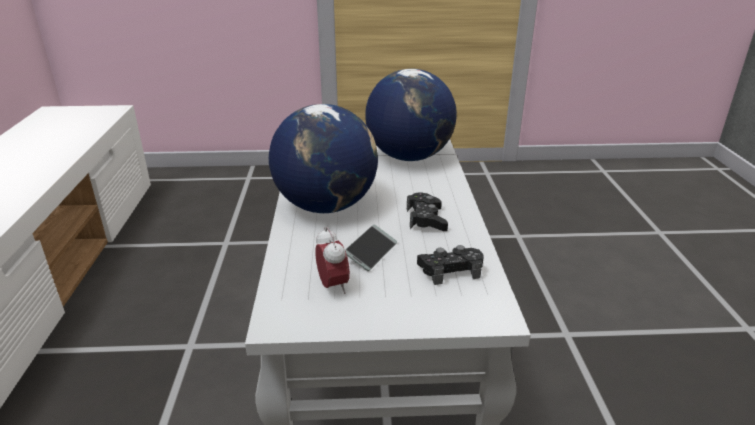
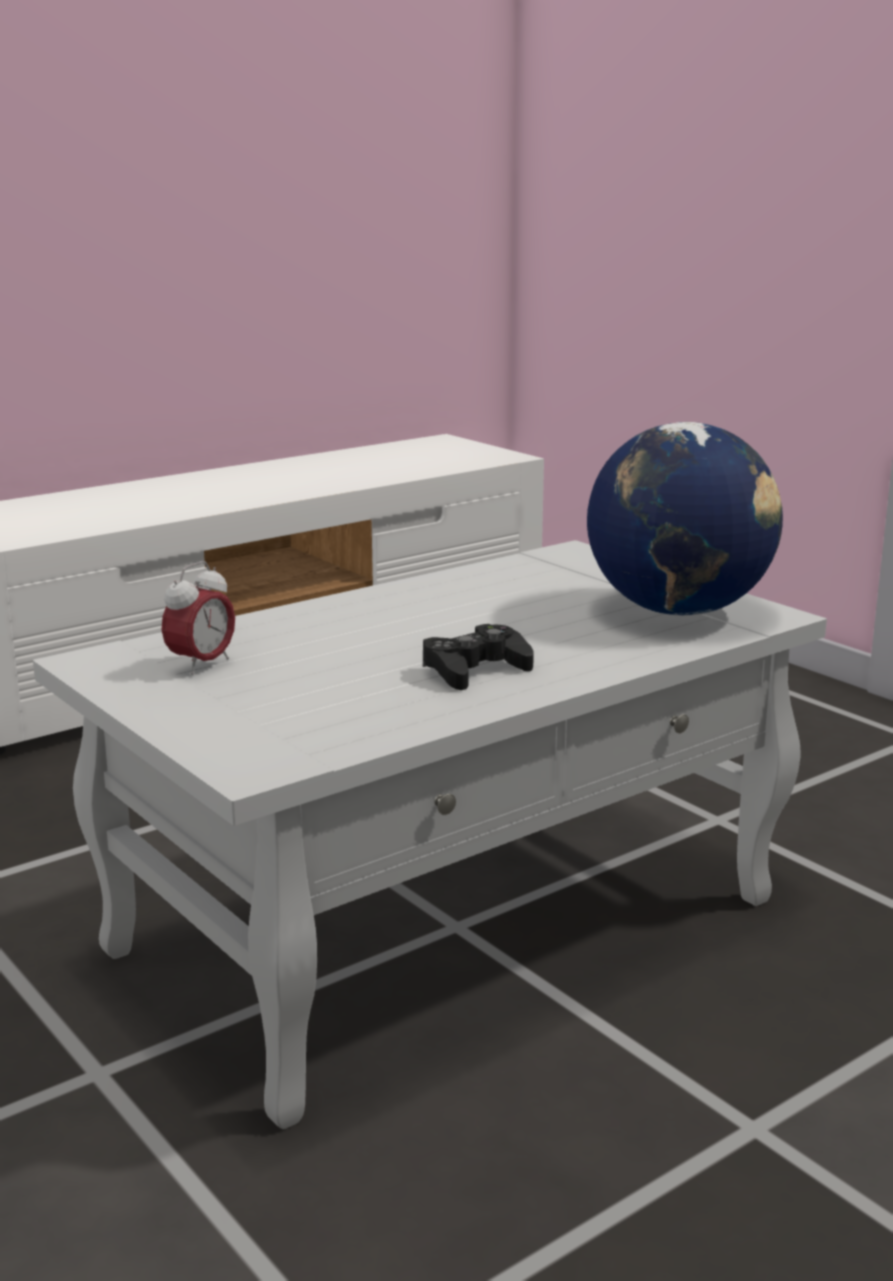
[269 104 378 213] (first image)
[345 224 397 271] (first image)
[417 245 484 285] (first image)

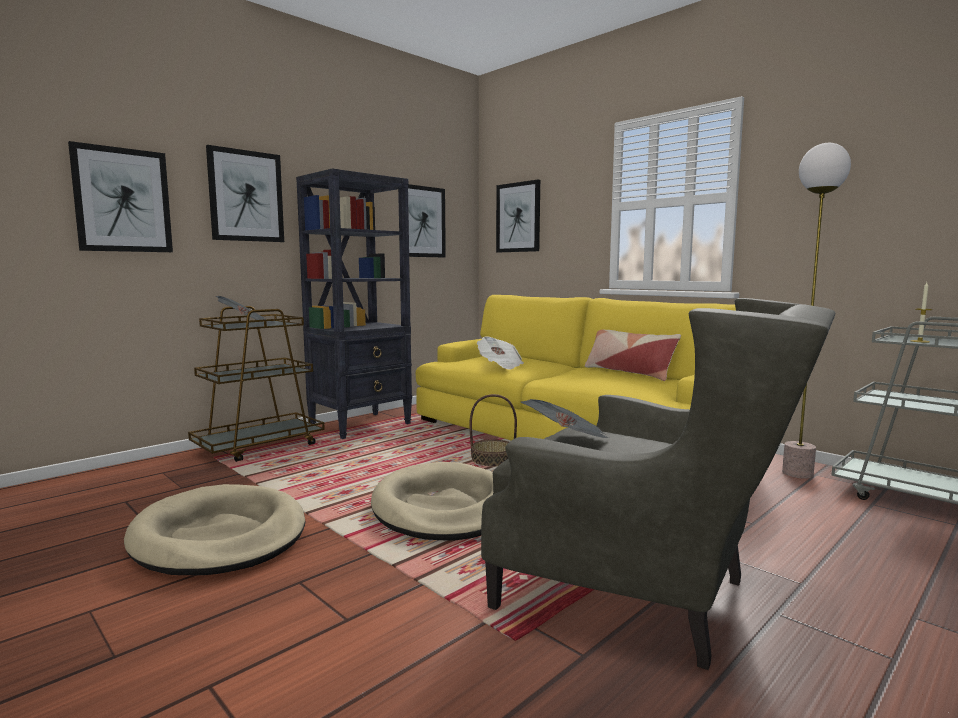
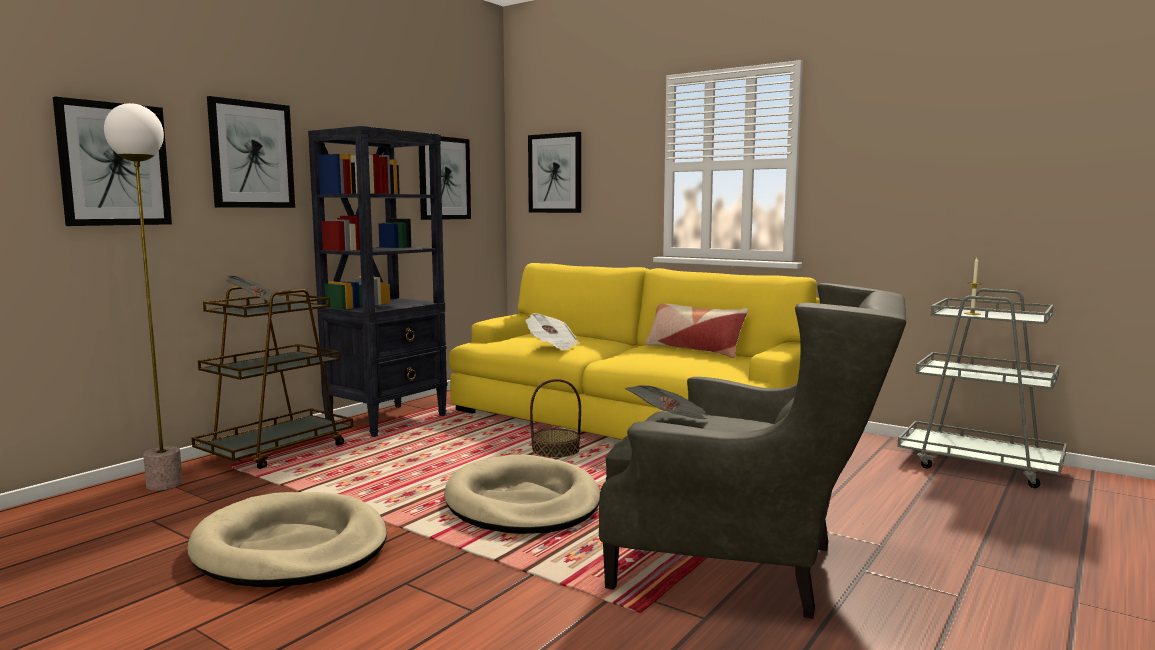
[104 103 183 491]

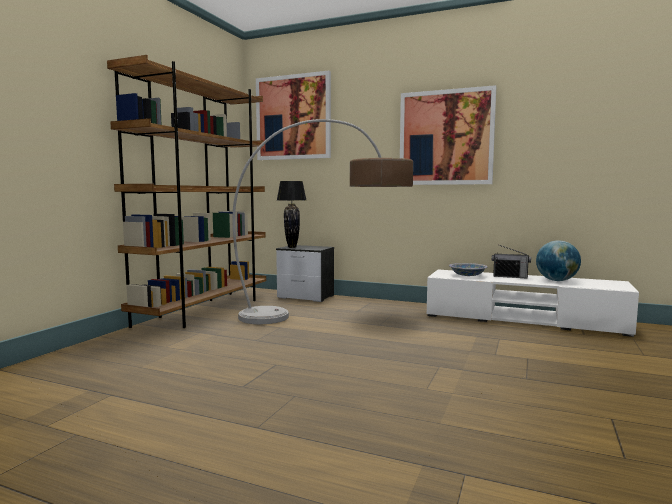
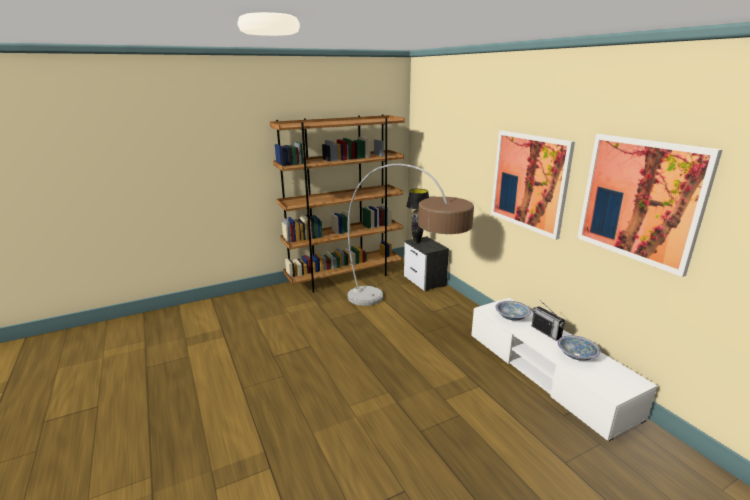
[557 335 600 361]
[577 134 722 277]

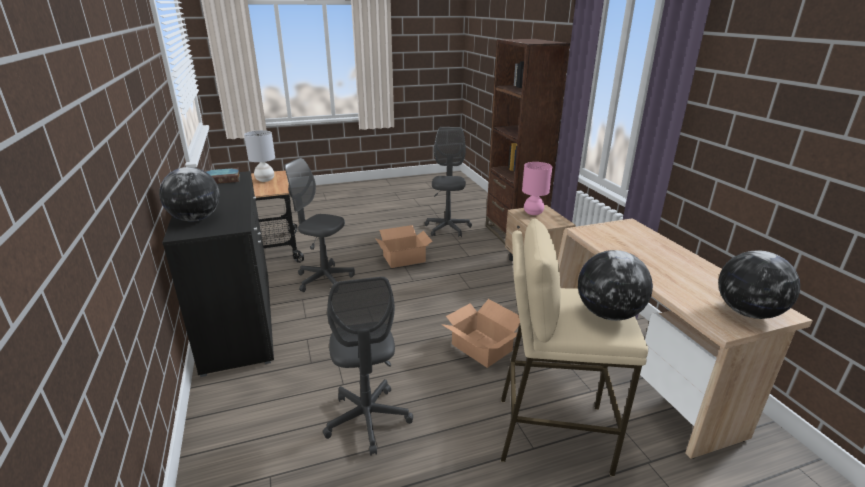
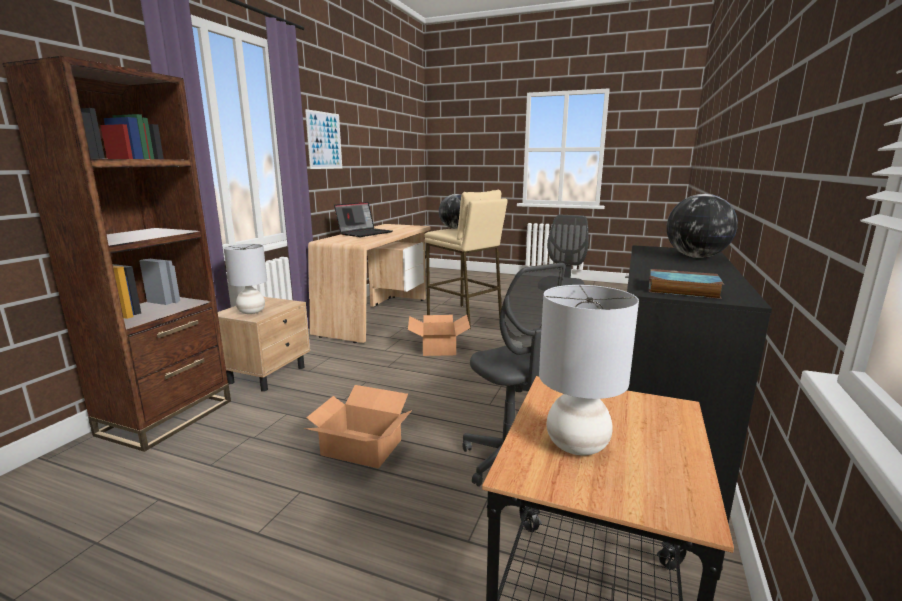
[224 244 267 314]
[305 109 342 169]
[334 202 392 237]
[425 127 472 237] (first image)
[718 251 800 319] (first image)

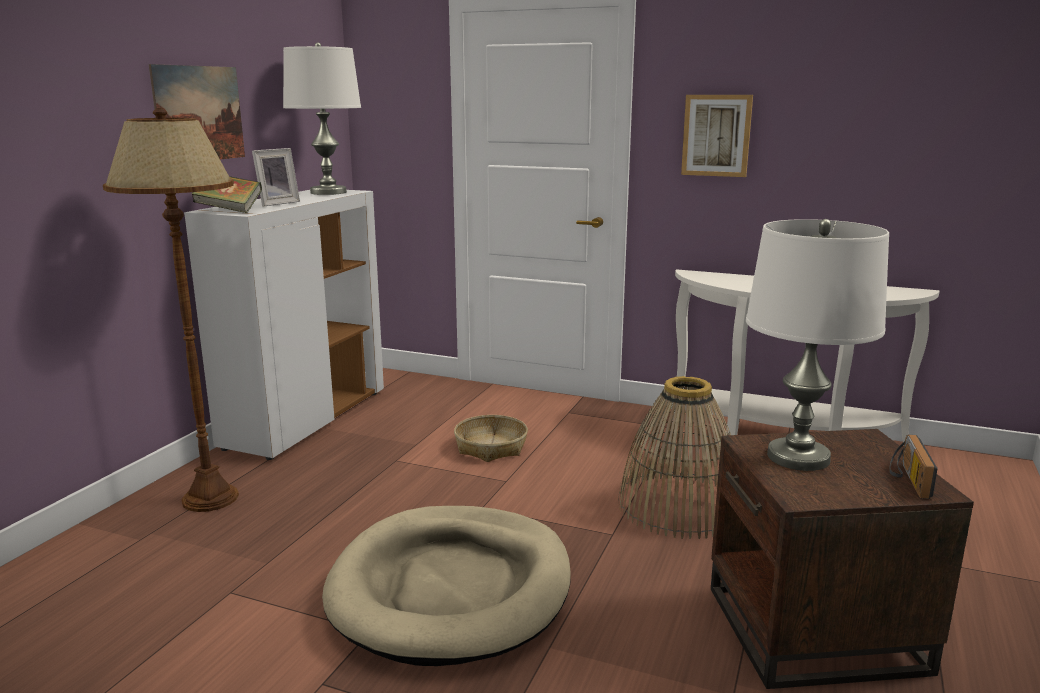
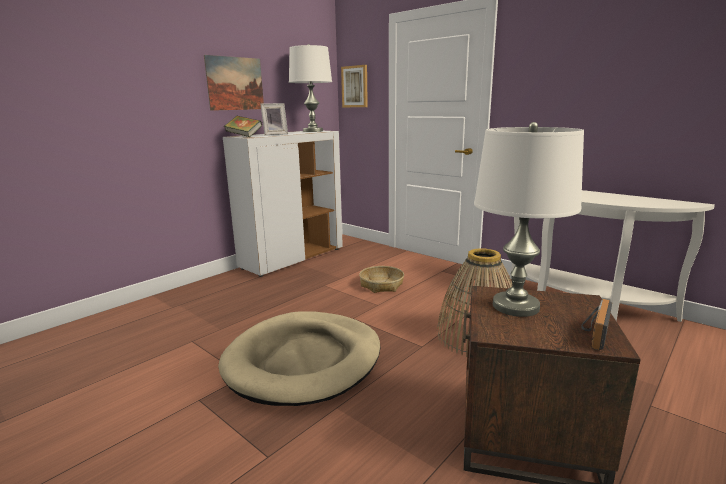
[341 65 368 107]
[103 108 239 512] (first image)

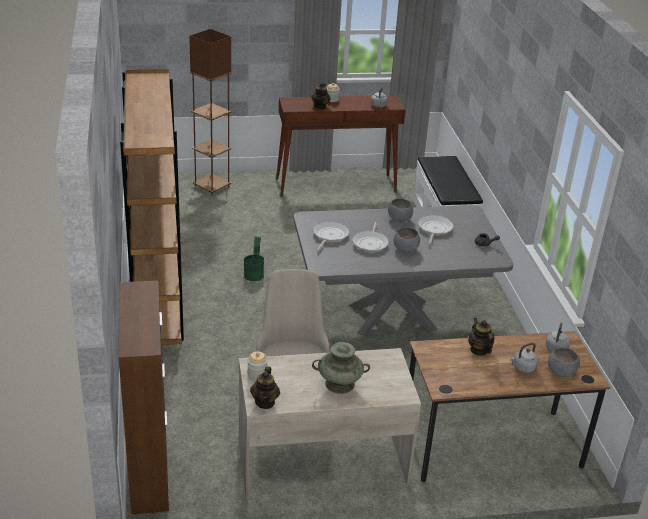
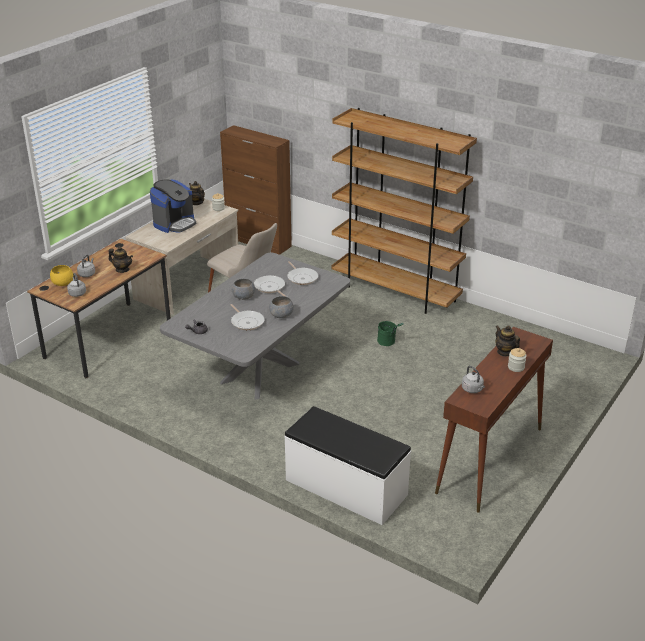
[50 265 73 286]
[150 179 196 233]
[189 29 231 196] (first image)

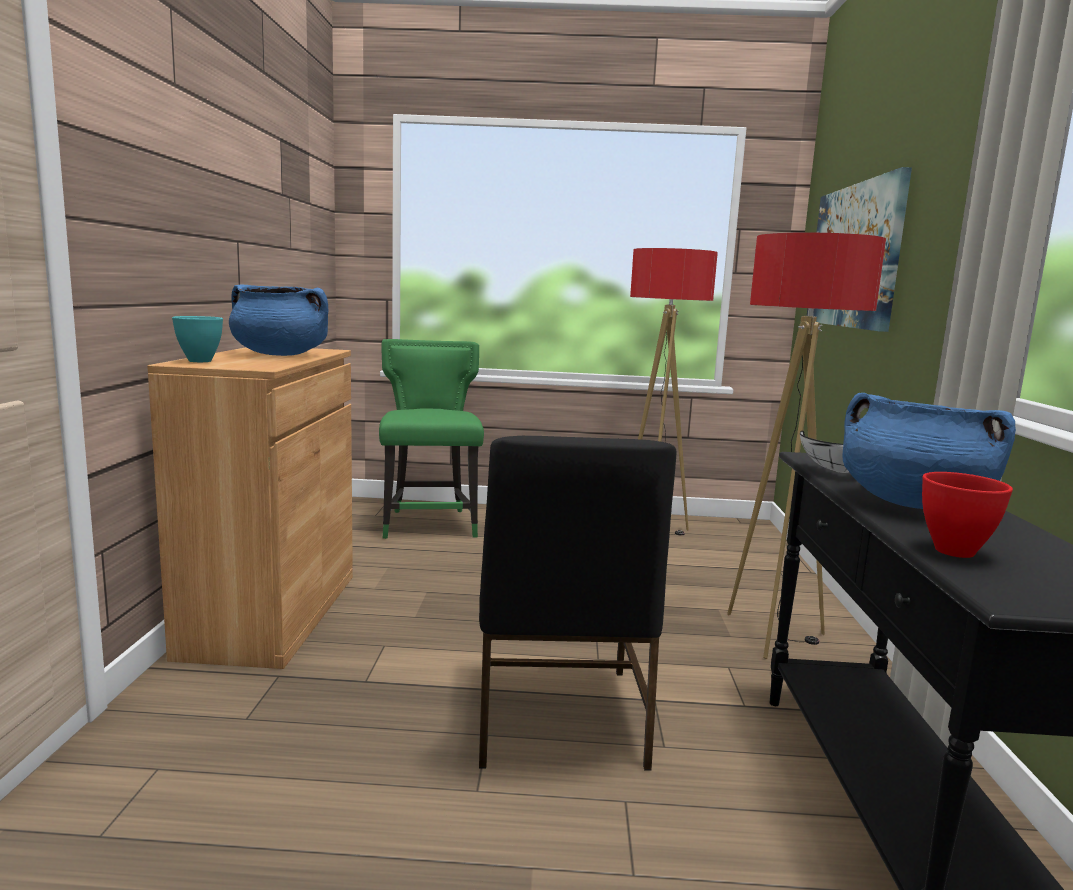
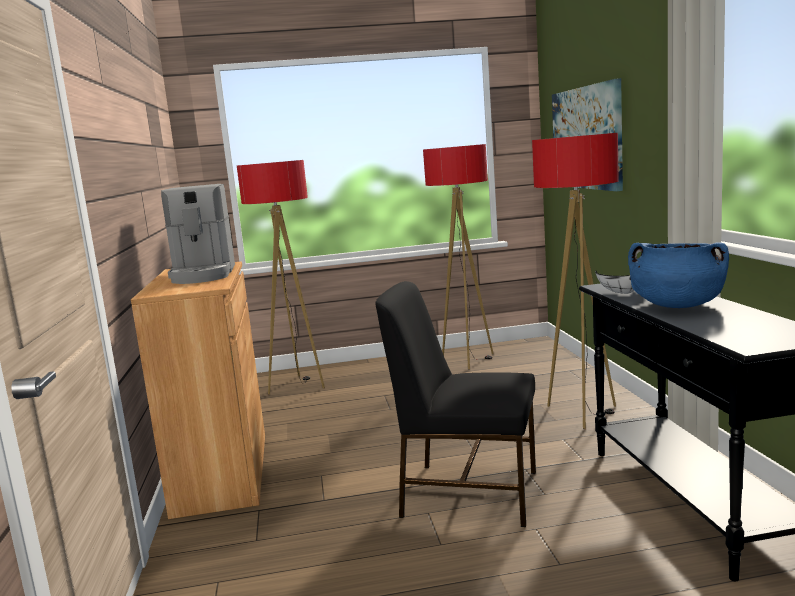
[161 184 235 284]
[237 160 325 395]
[375 281 536 527]
[172 316 223 362] (first image)
[922 472 1013 558] (first image)

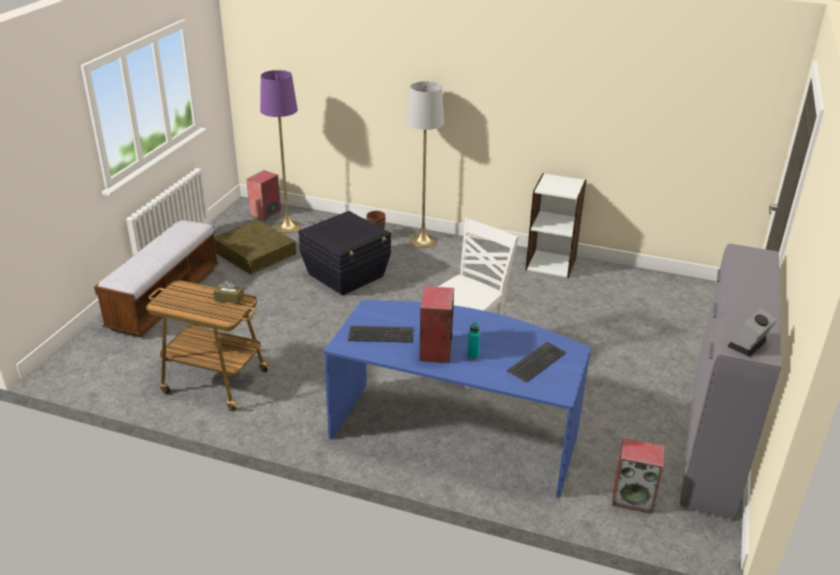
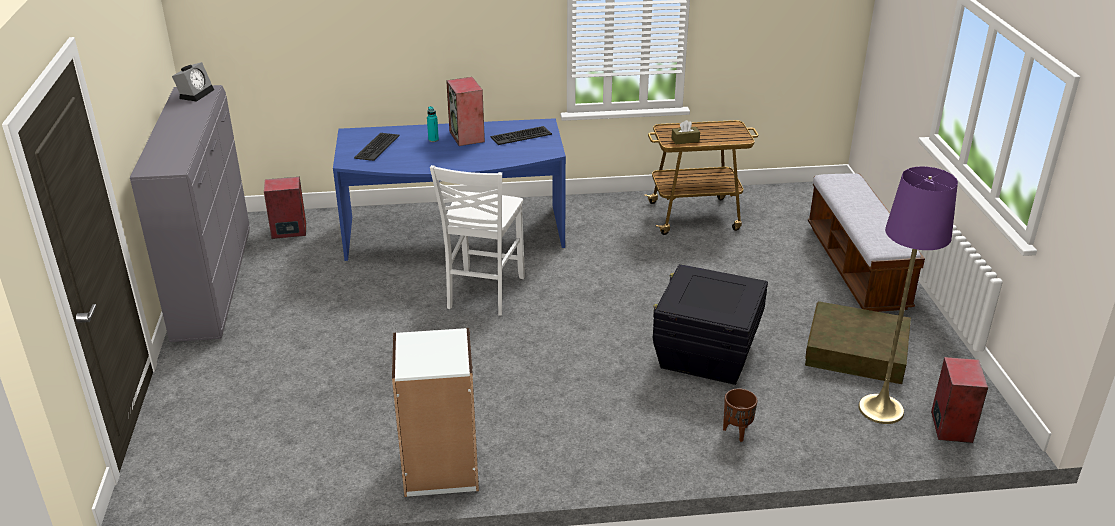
[406 81 444 248] (first image)

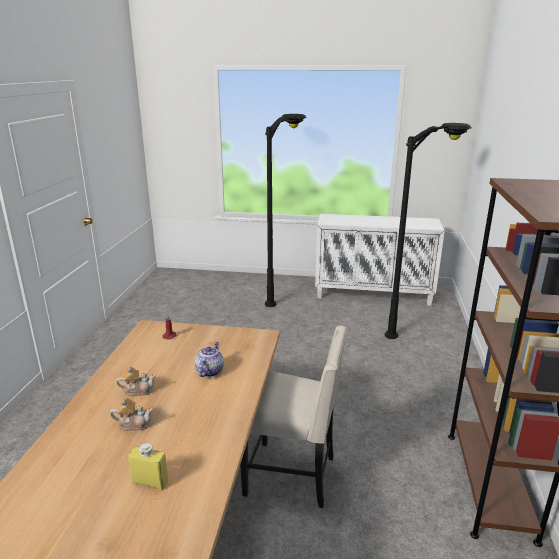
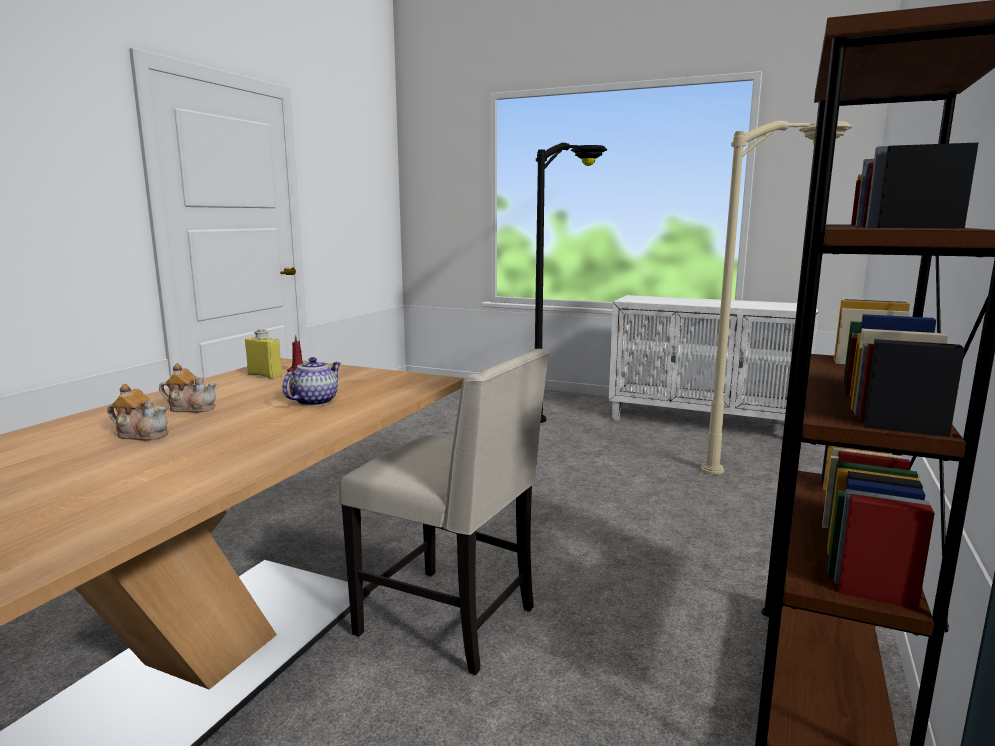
[245 329 282 379]
[701 121 853 475]

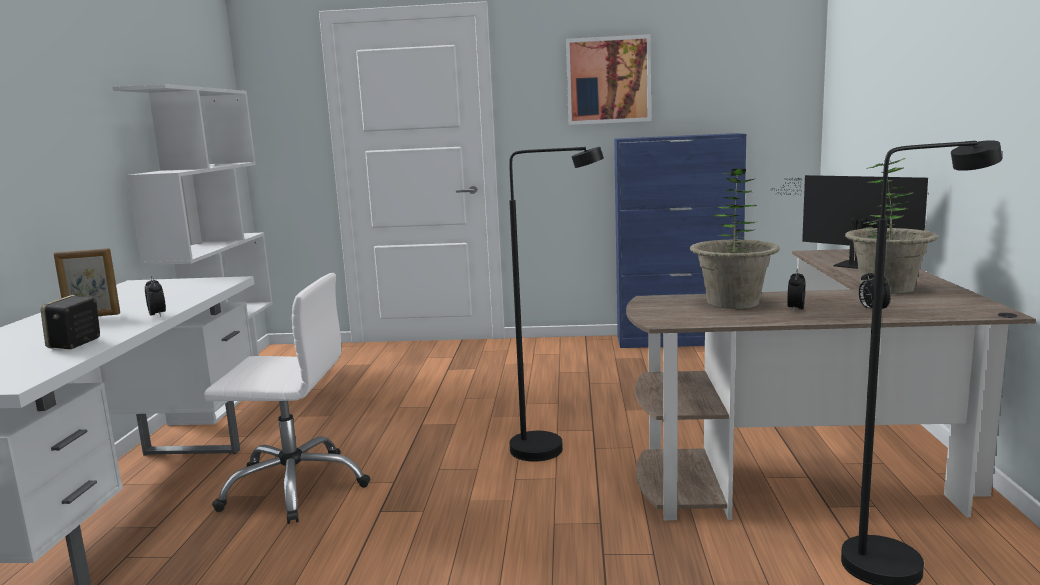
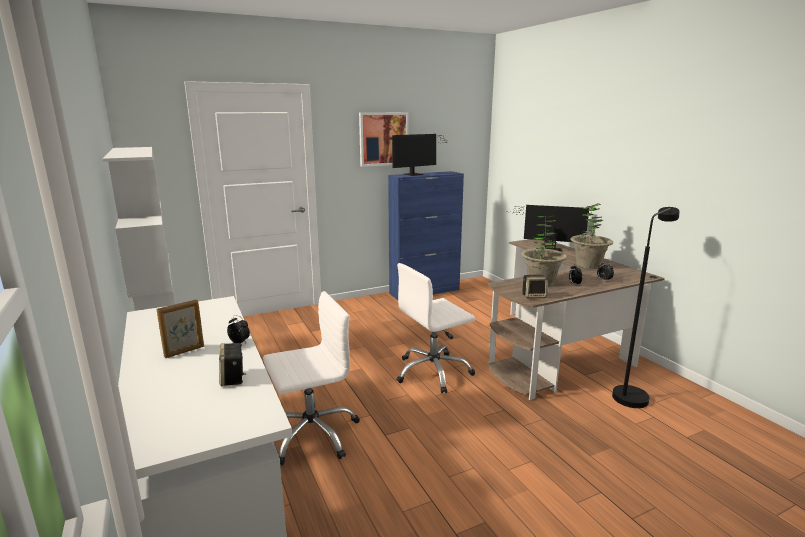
[392 134 446 176]
[396 263 475 393]
[522 275 548 299]

